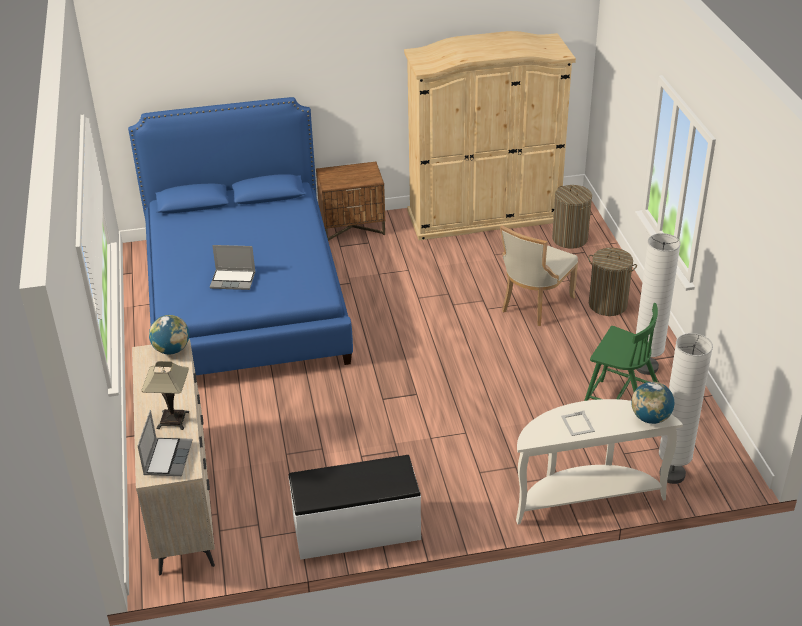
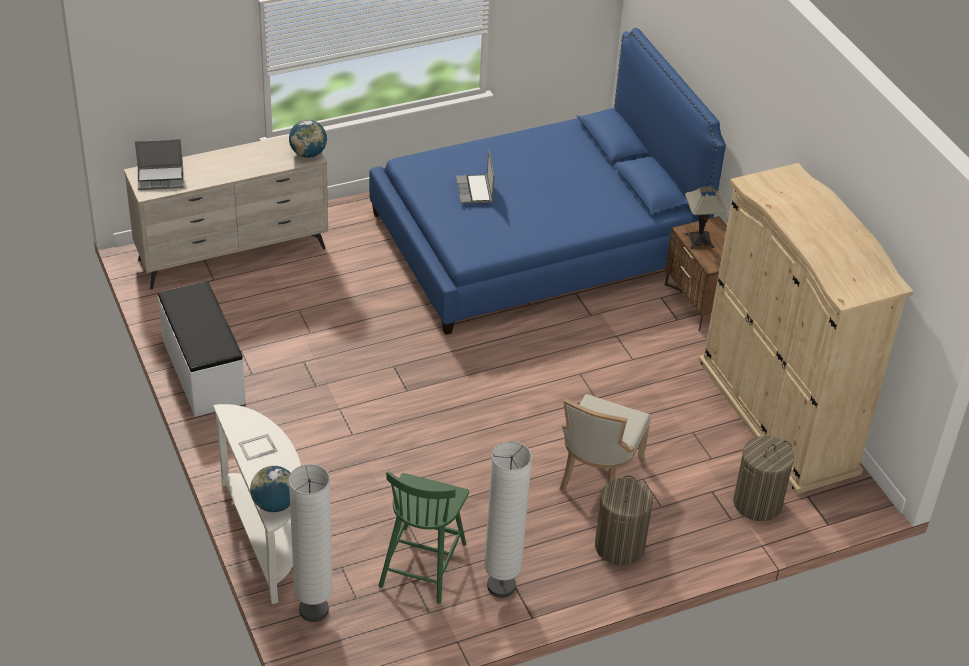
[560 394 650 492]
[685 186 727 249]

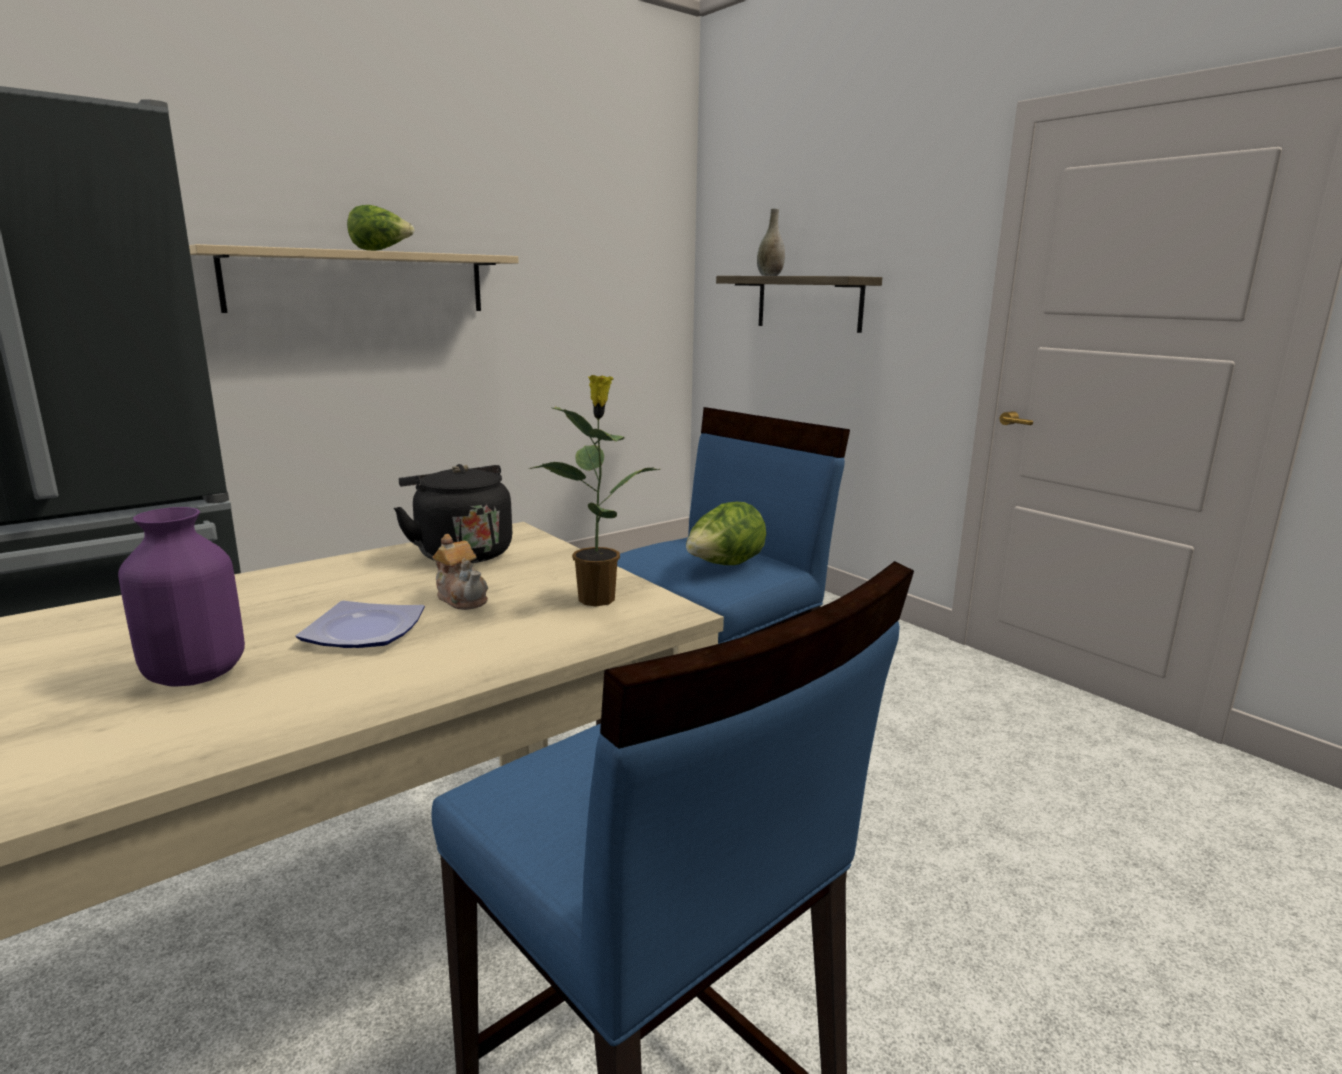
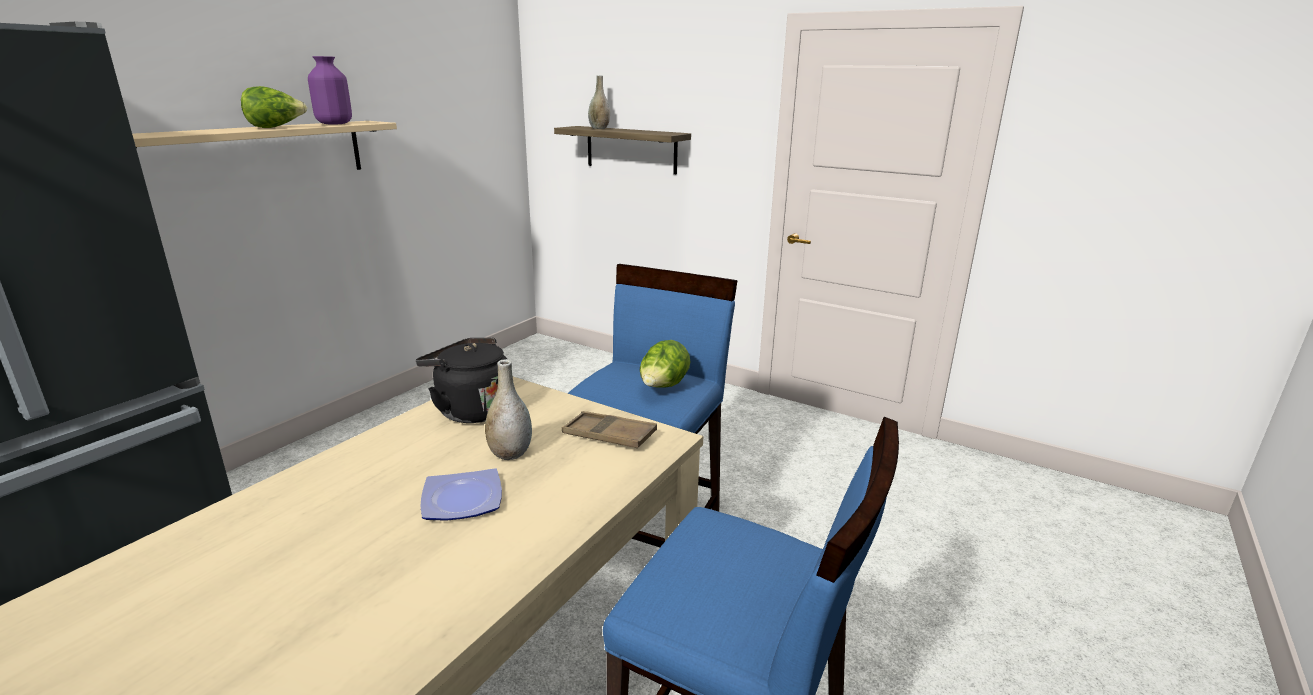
[308 56 352 124]
[485 359 532 460]
[562 411 657 448]

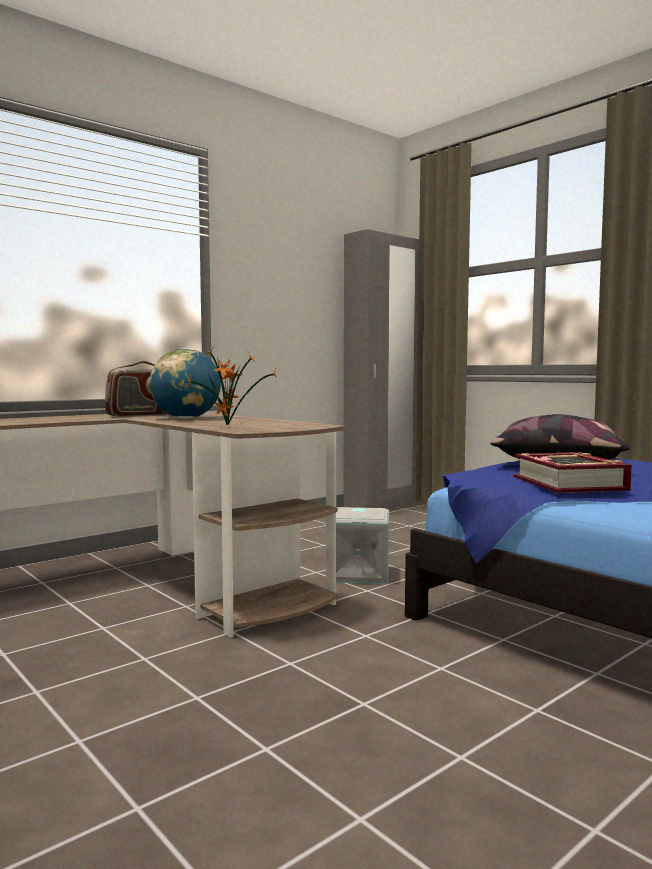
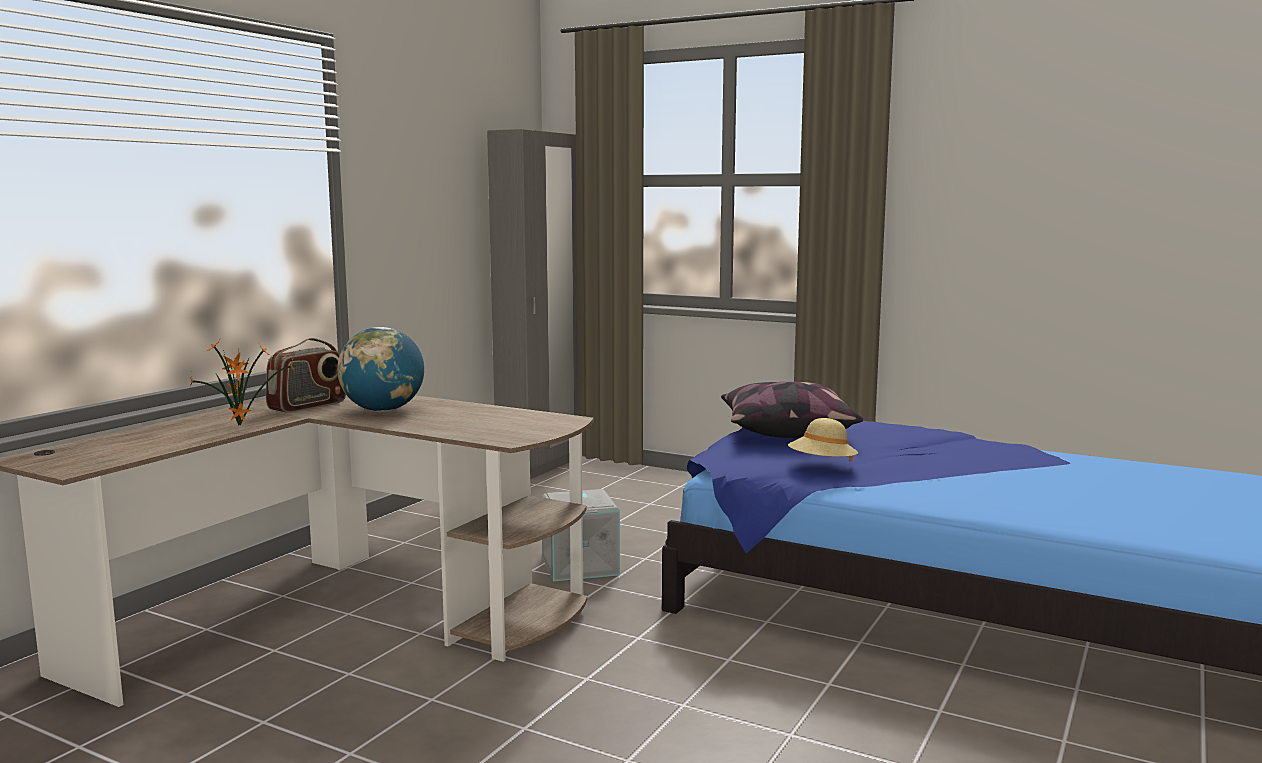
[188 340 295 426]
[788 418 858 462]

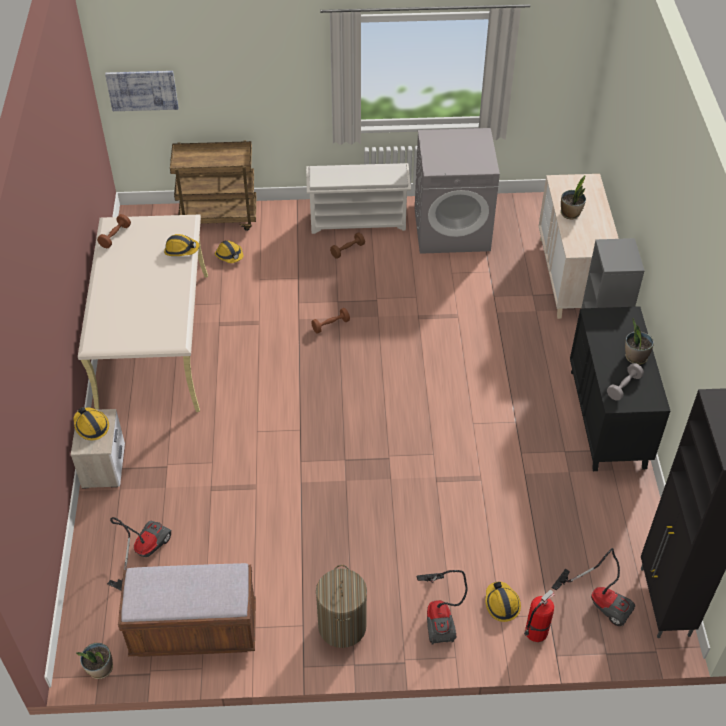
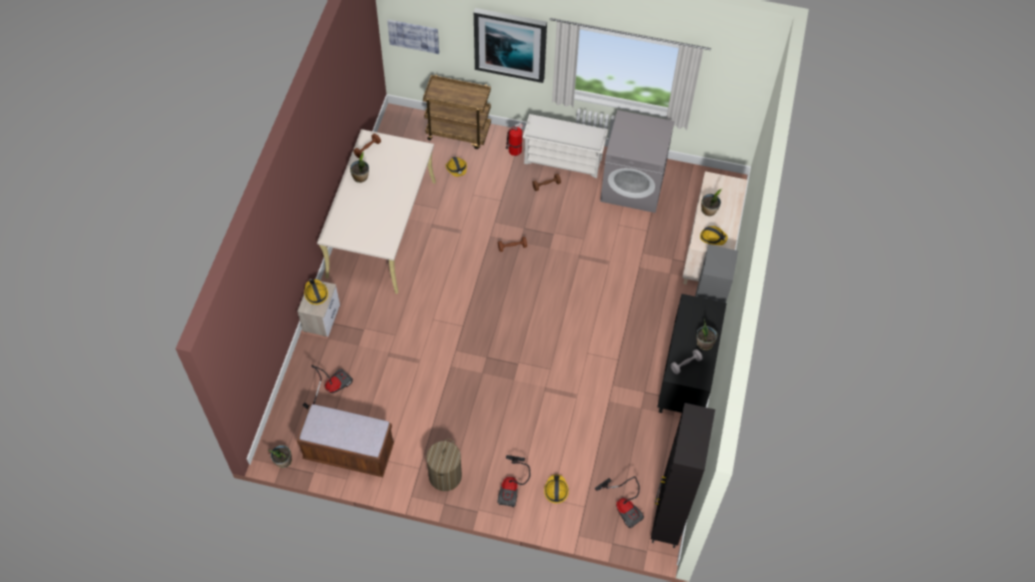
[350 151 369 183]
[474 8 547 83]
[506 123 523 156]
[700 226 728 245]

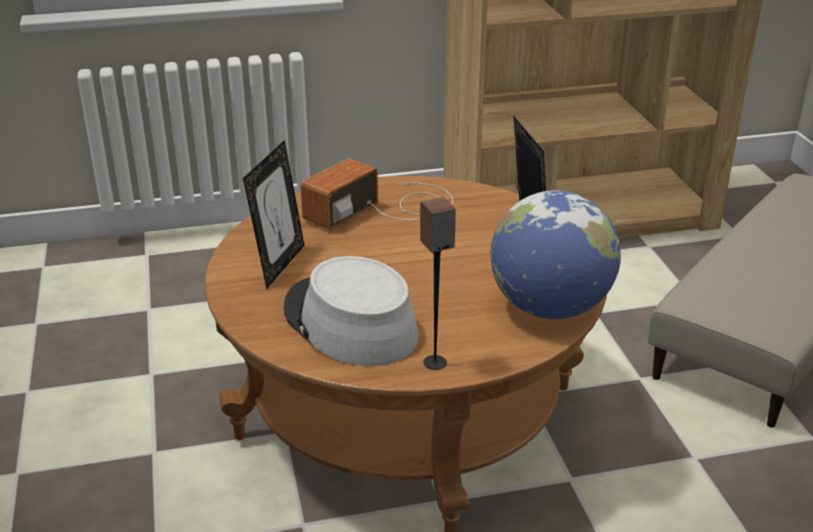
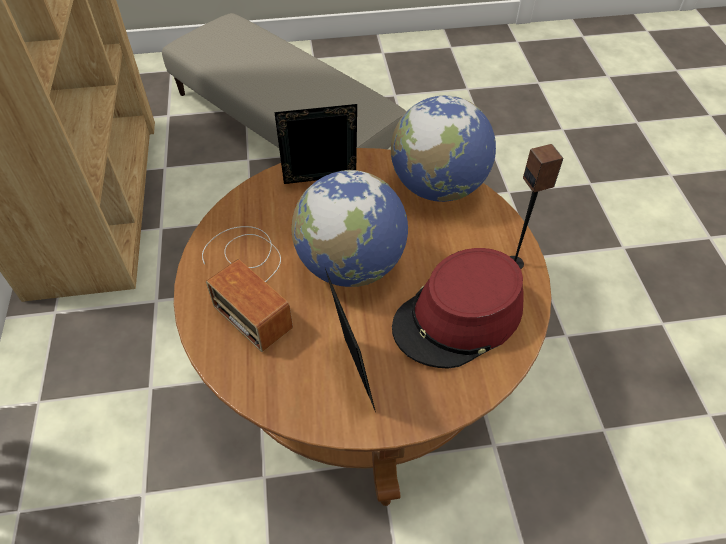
[292 170 408 287]
[325 268 376 412]
[392 248 524 369]

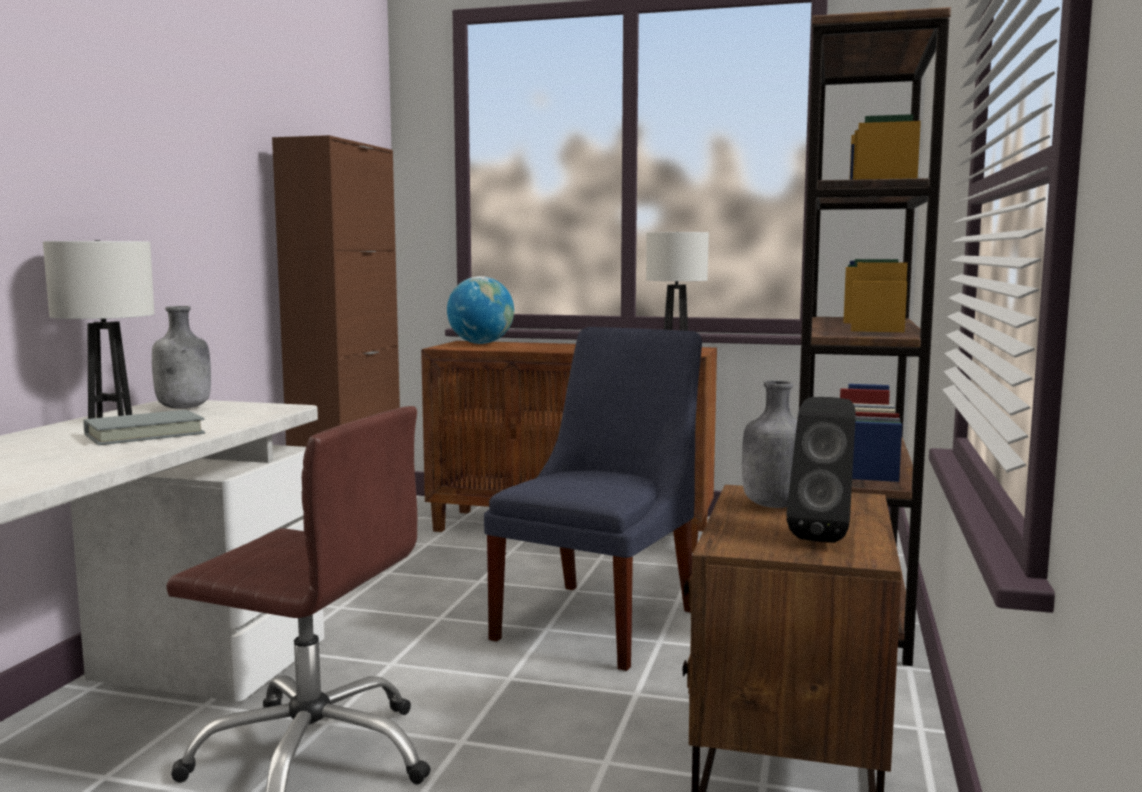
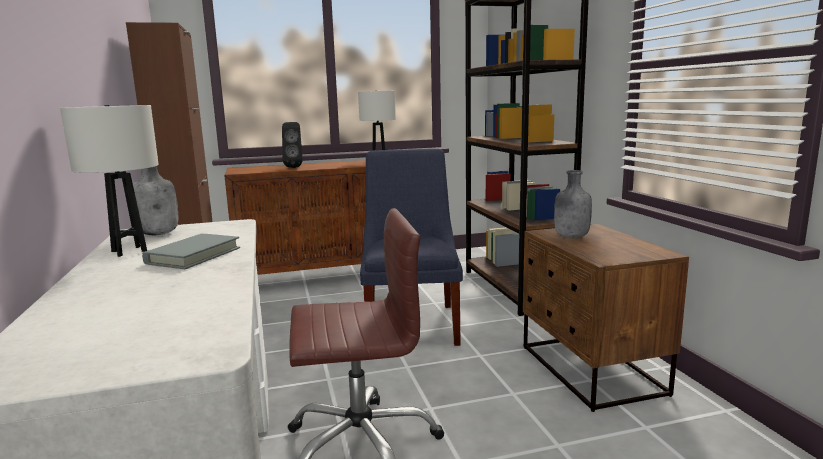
[282 122 303 168]
[447 276 514 344] (first image)

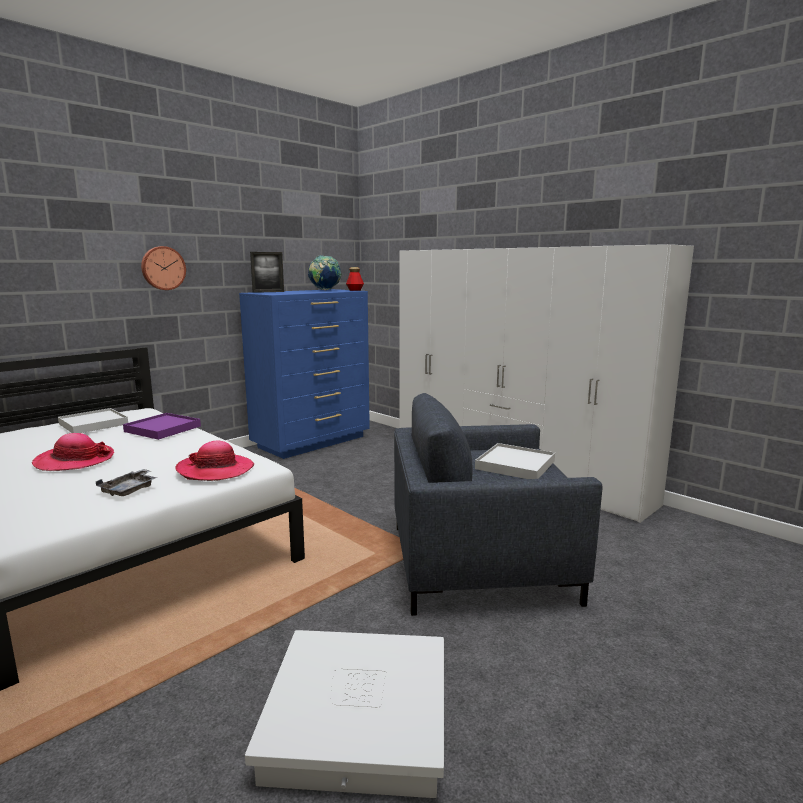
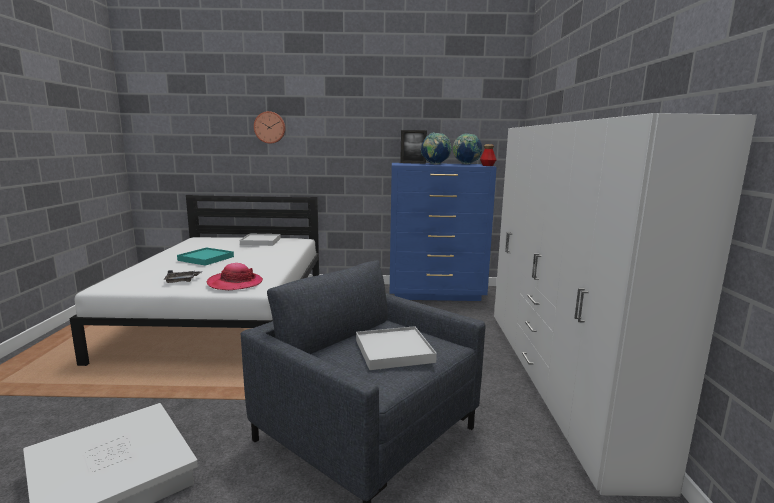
[177 247 234 266]
[254 111 286 144]
[421 132 452 165]
[123 413 201 440] (first image)

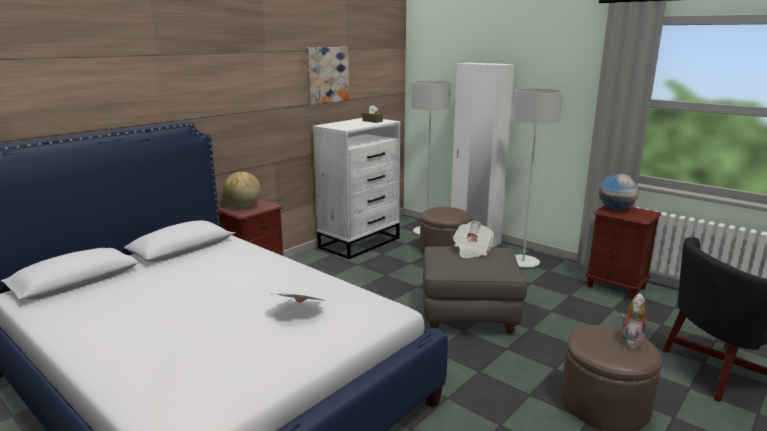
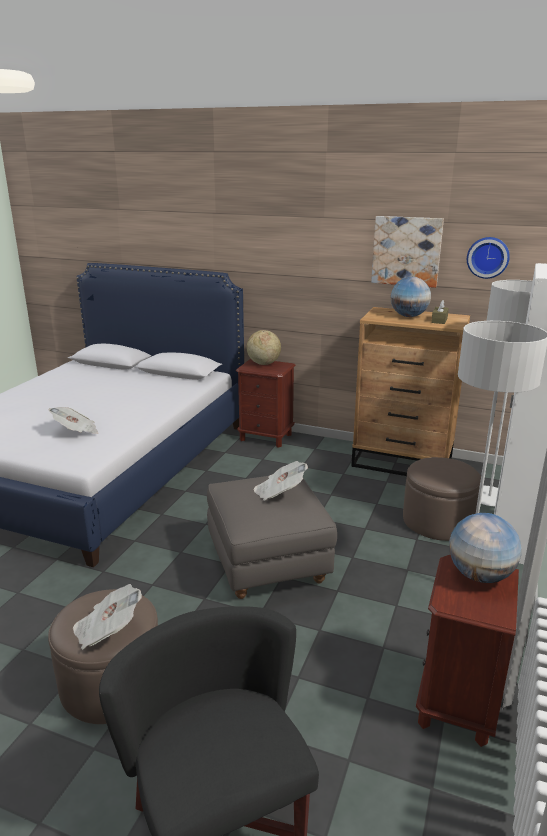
[73 584 142 650]
[351 307 470 476]
[391 277 431 317]
[467 237 510 279]

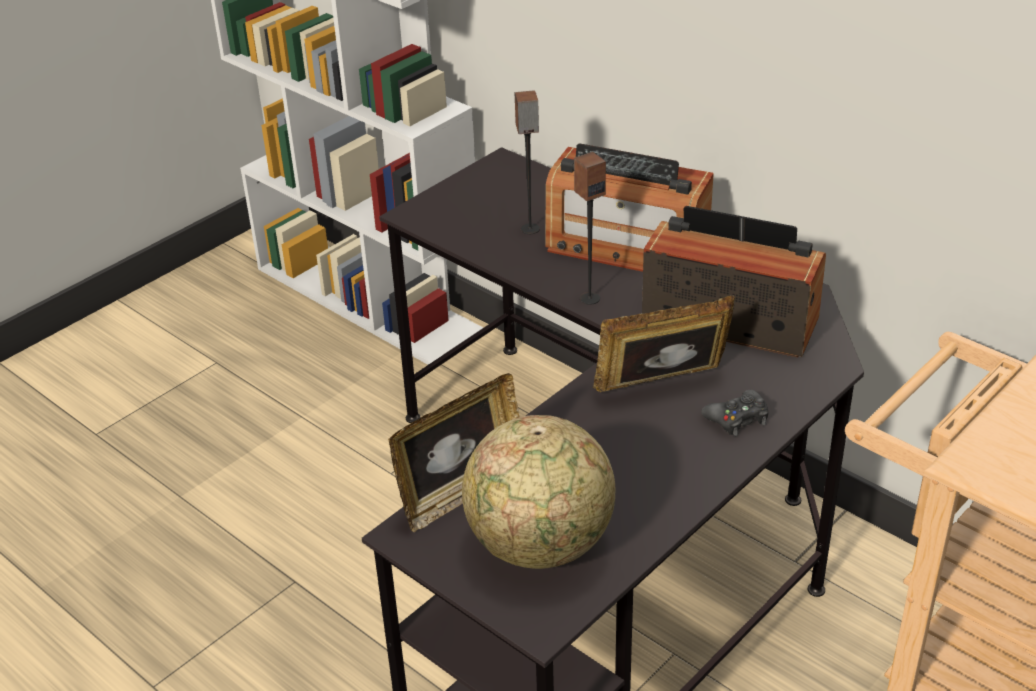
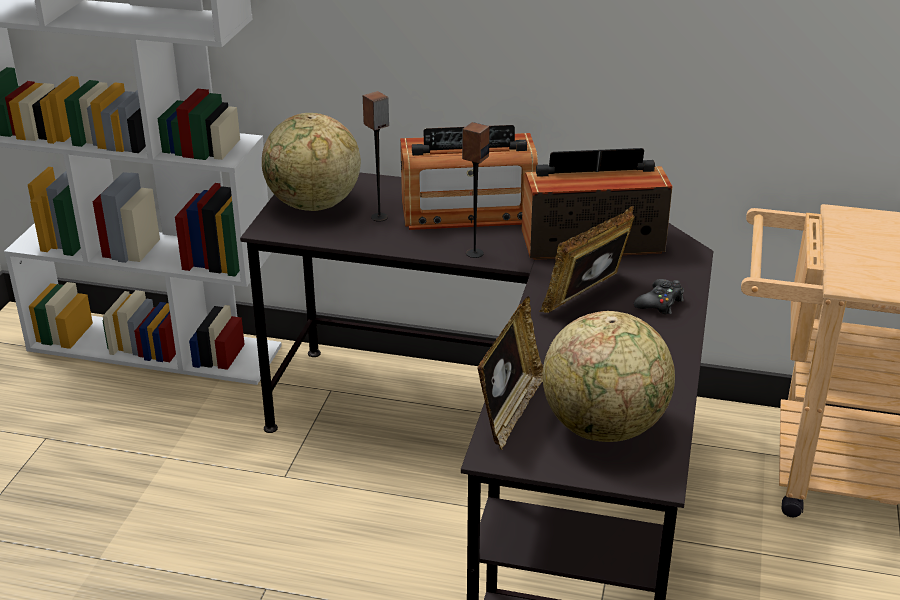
[262 113 361 211]

